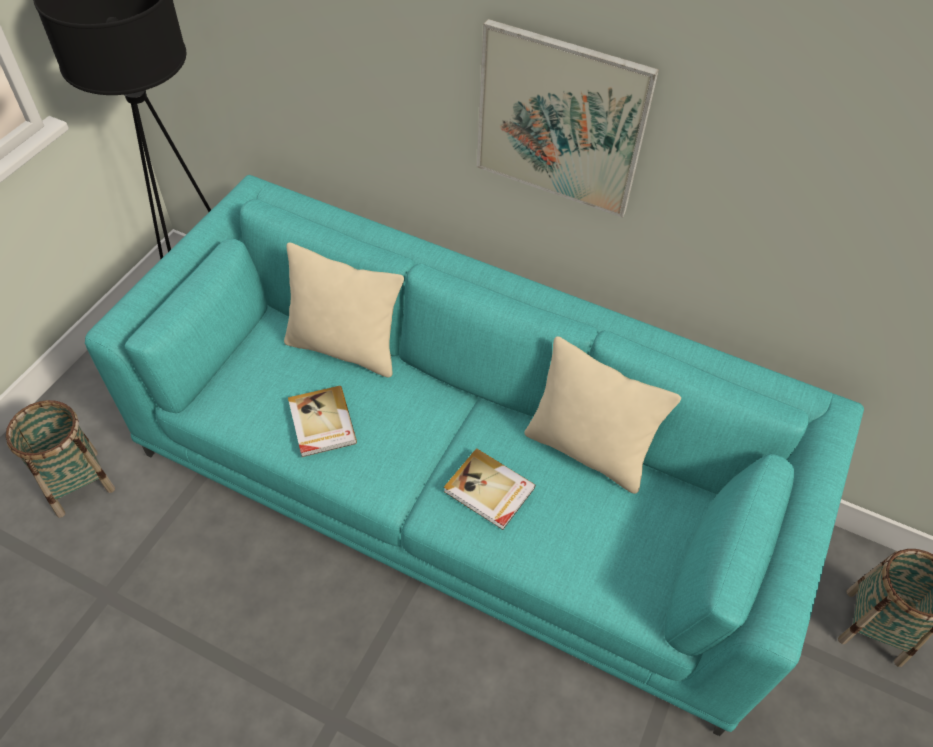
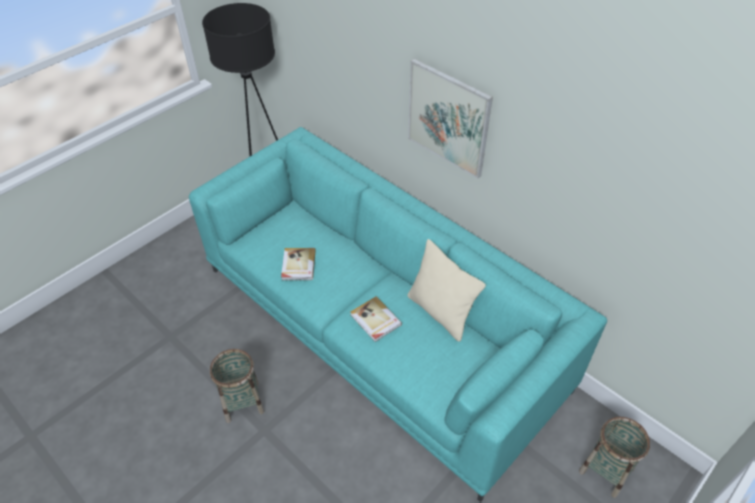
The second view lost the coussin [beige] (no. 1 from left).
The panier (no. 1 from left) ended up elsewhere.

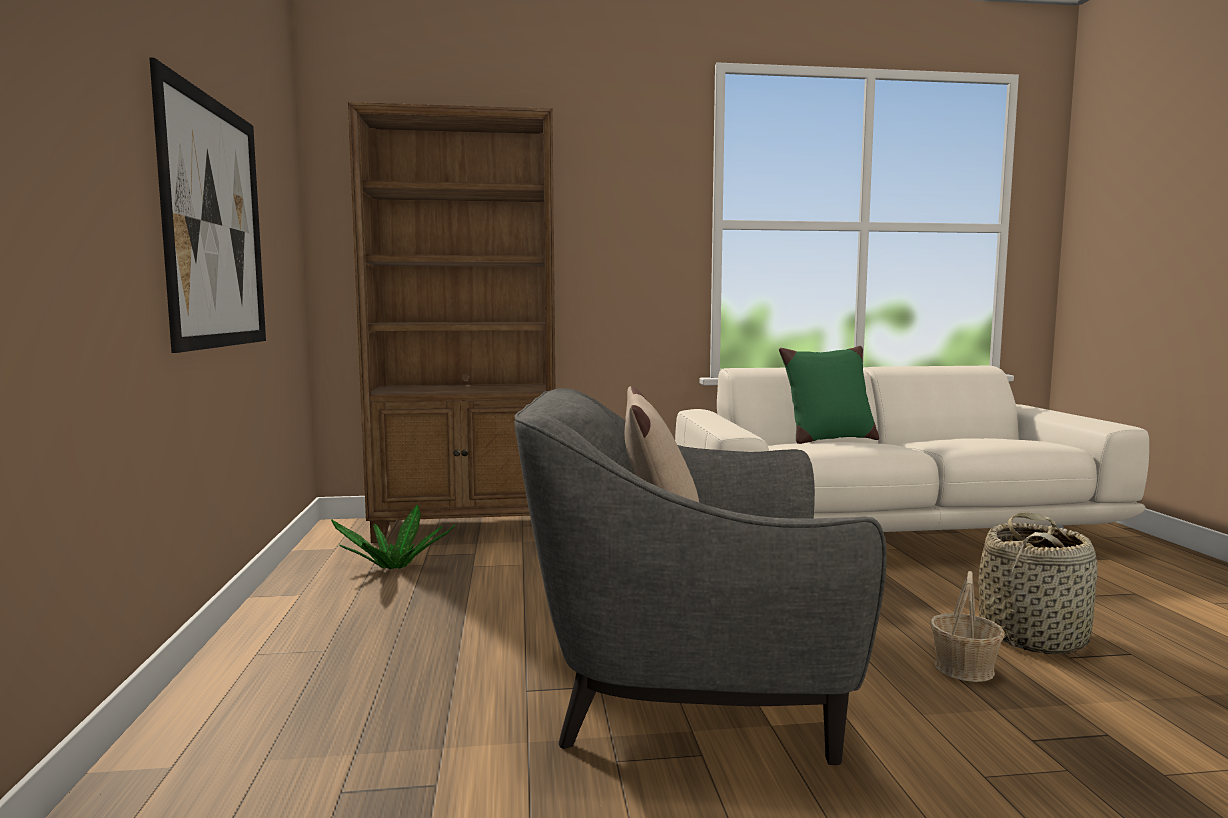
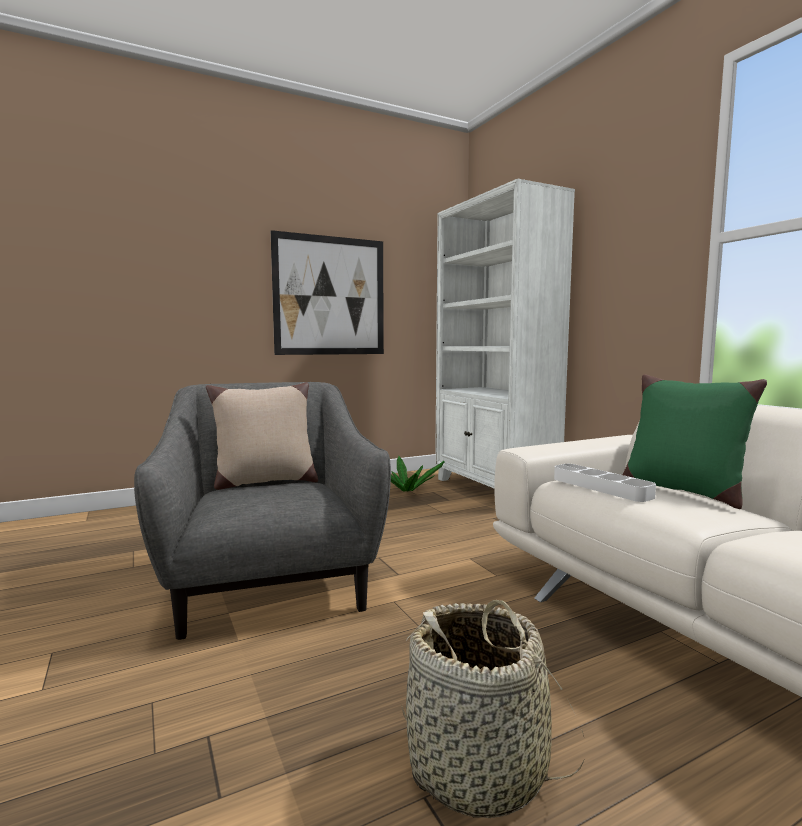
What was the bibliothèque [marron] turned into the bibliothèque [blanc].
The second view lost the panier (no. 1 from left).
The second view gained the plateau [blanc].

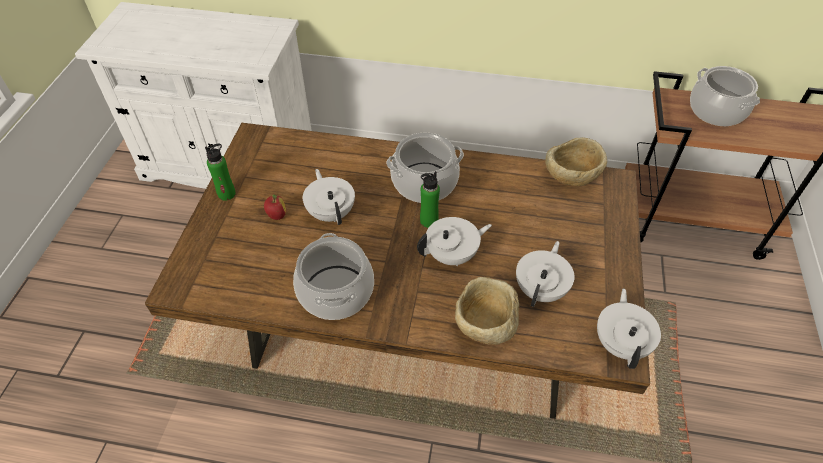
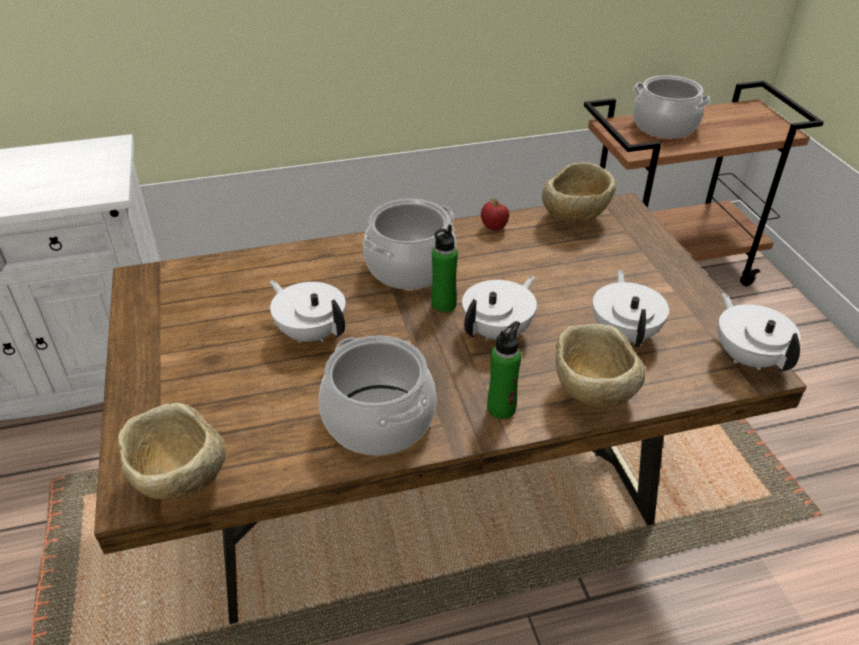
The bouteille [vert] (no. 1 from left in the first image) ended up elsewhere.
The pomme ended up elsewhere.
The second view gained the bol [beige] (no. 1 from left).

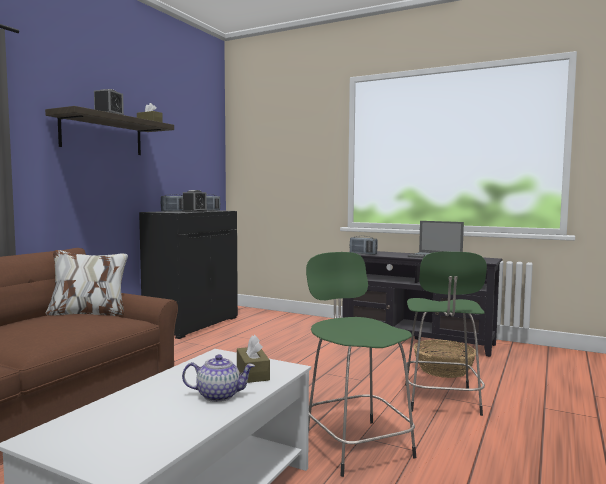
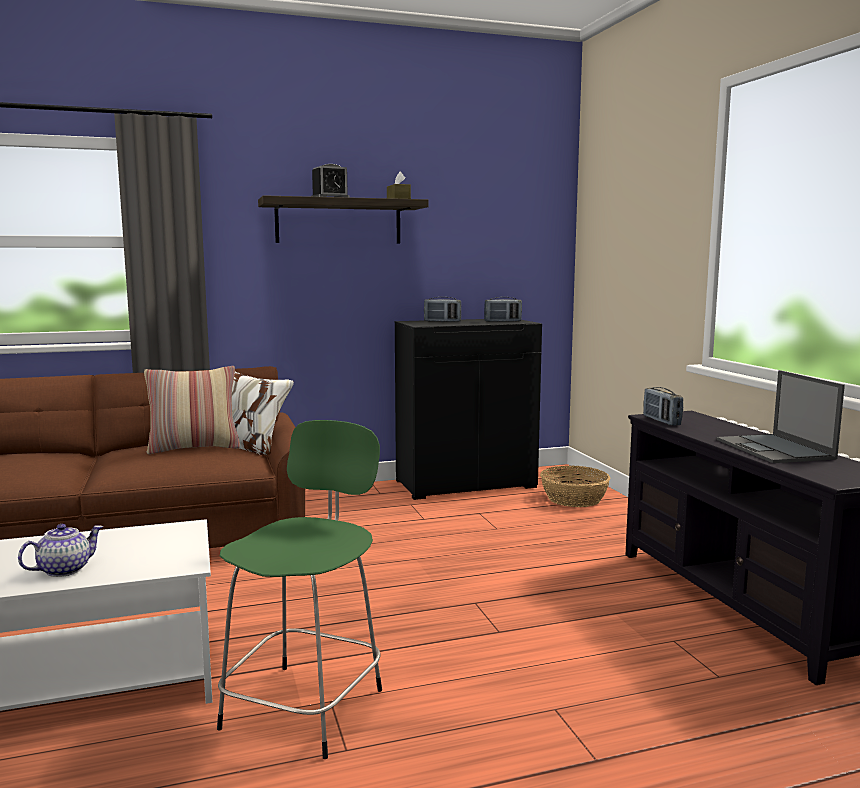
The second view lost the réveil (no. 2 from left).
The second view lost the tabouret [vert] (no. 2 from left).
The second view lost the boîte à mouchoirs [marron] (no. 2 from left).
The panier ended up elsewhere.
The théière ended up facing another way, 90 degrees counterclockwise from before.
The second view gained the coussin.

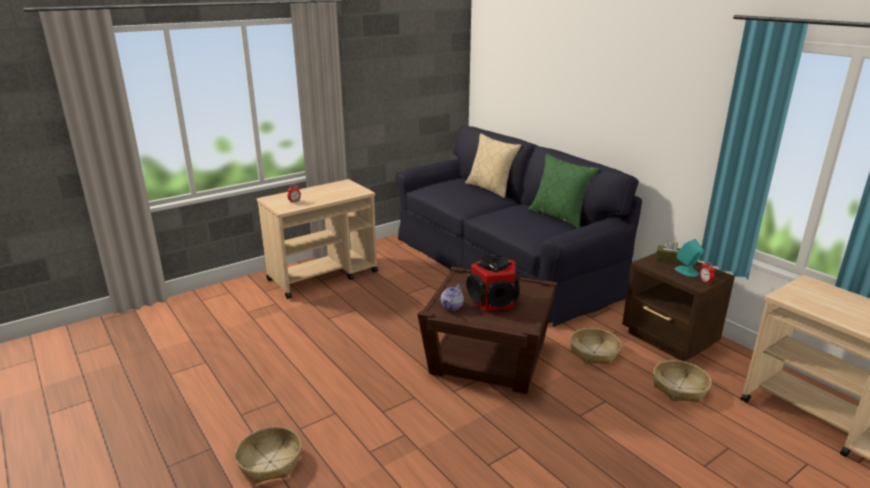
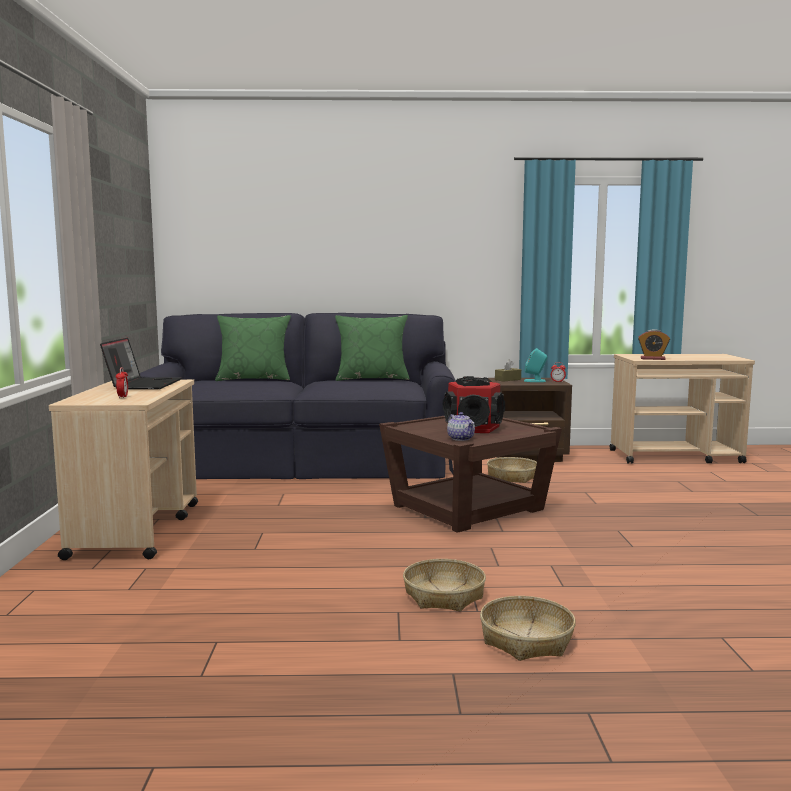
What was the coussin [beige] turned into the coussin [vert] (no. 1 from left).
The panier (no. 3 from left in the first image) ended up elsewhere.
The second view gained the réveil (no. 3 from left).
The second view gained the ordinateur portable.

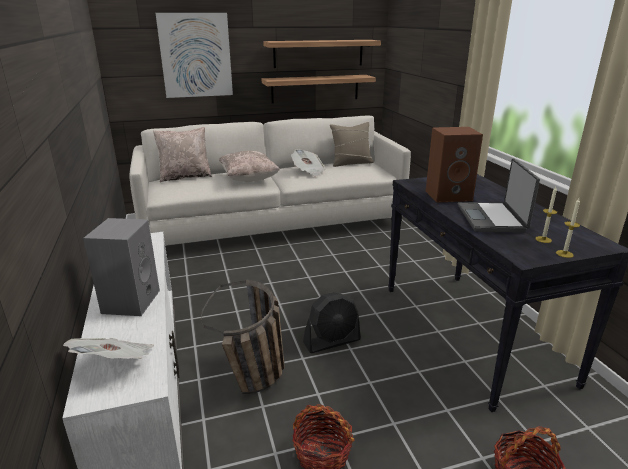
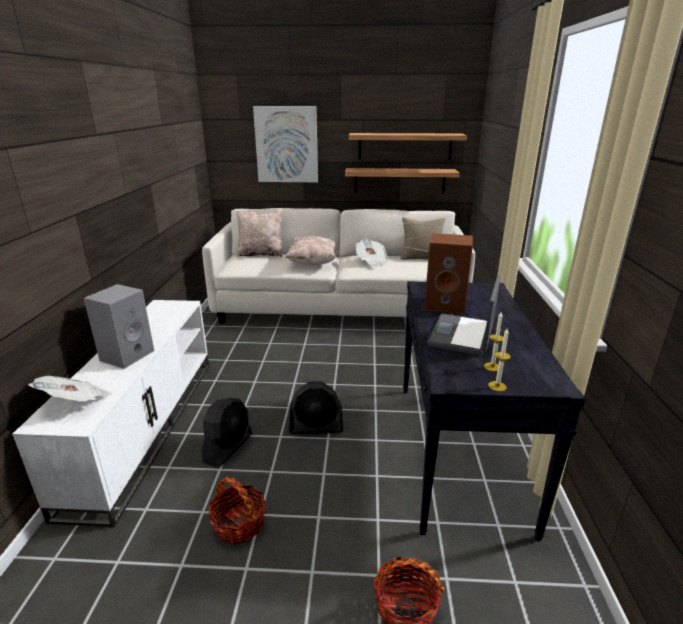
Where the panier (no. 1 from left) stood, the ventilateur [noir] (no. 1 from left) came to stand.

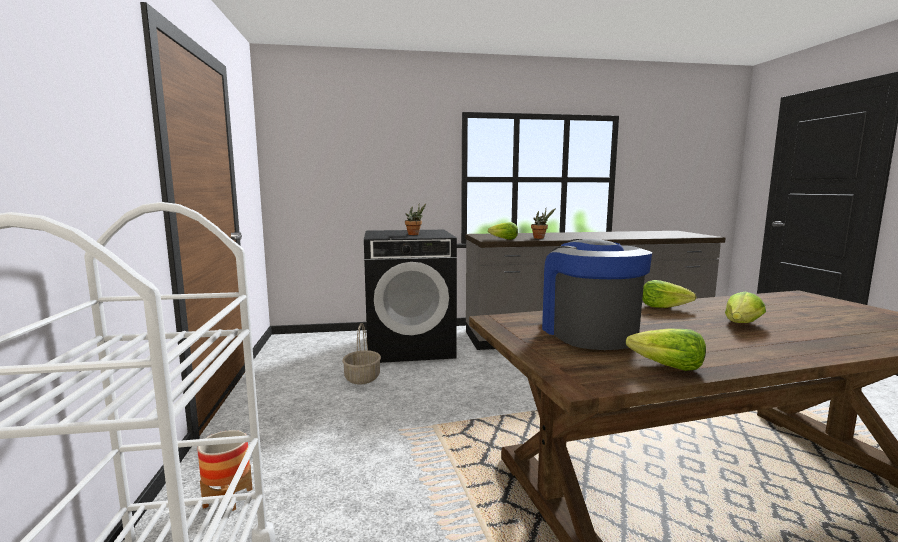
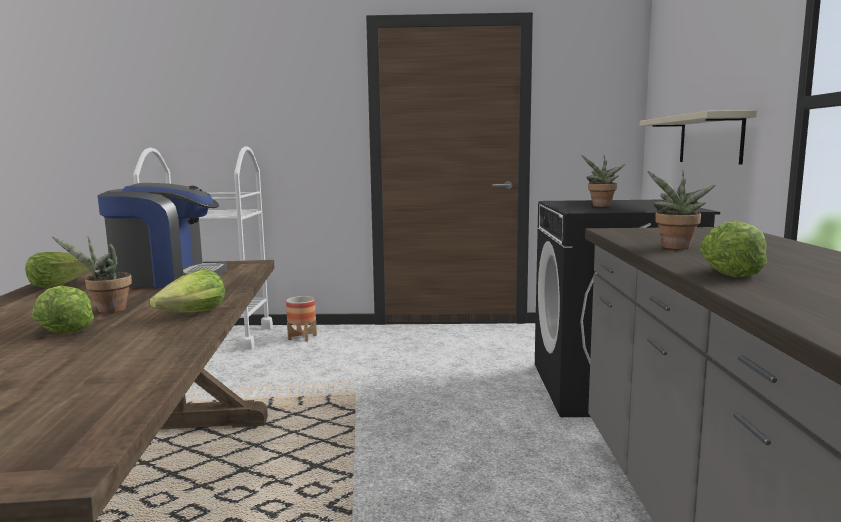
The laitue (no. 1 from left in the first image) ended up elsewhere.
The second view lost the panier.
The second view gained the étagère [beige].
The second view gained the plante en pot (no. 1 from left).

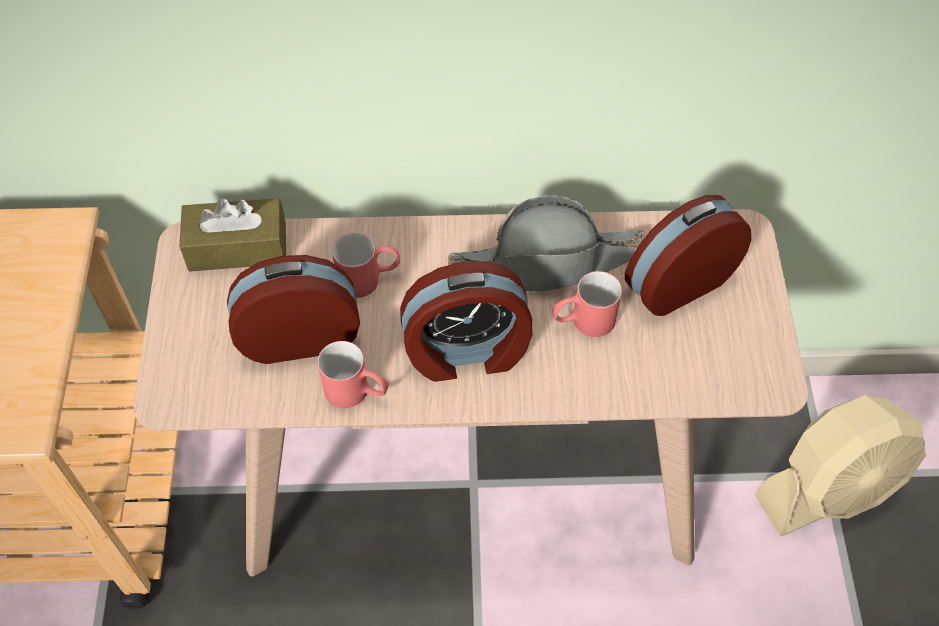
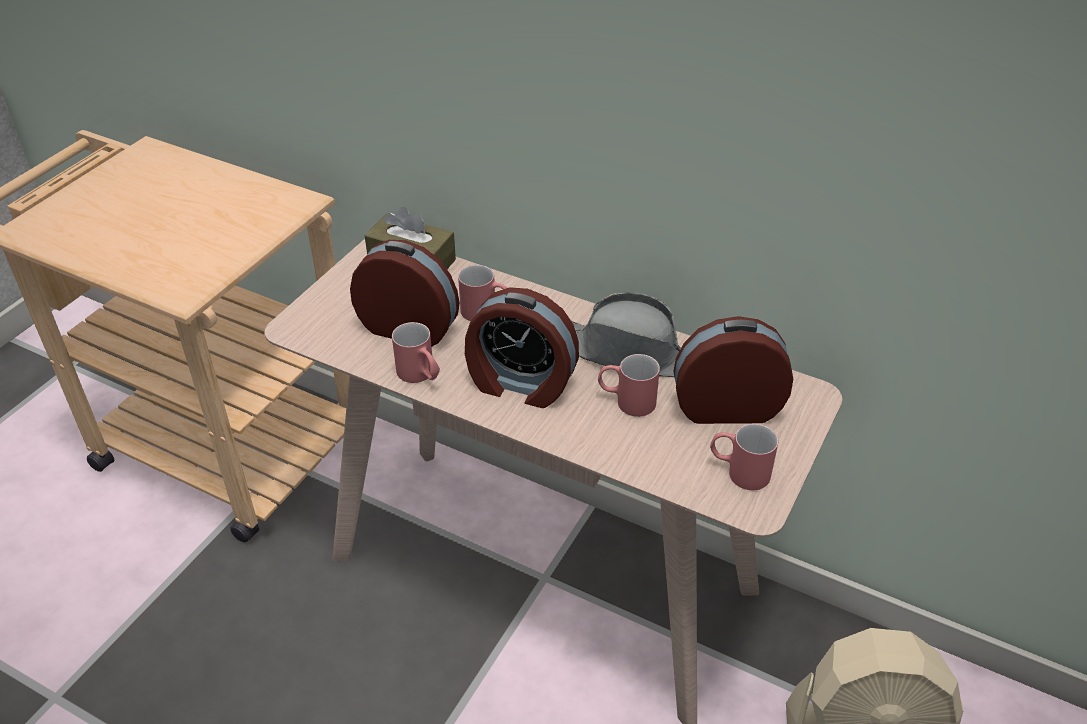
The second view gained the mug [rouge] (no. 4 from left).

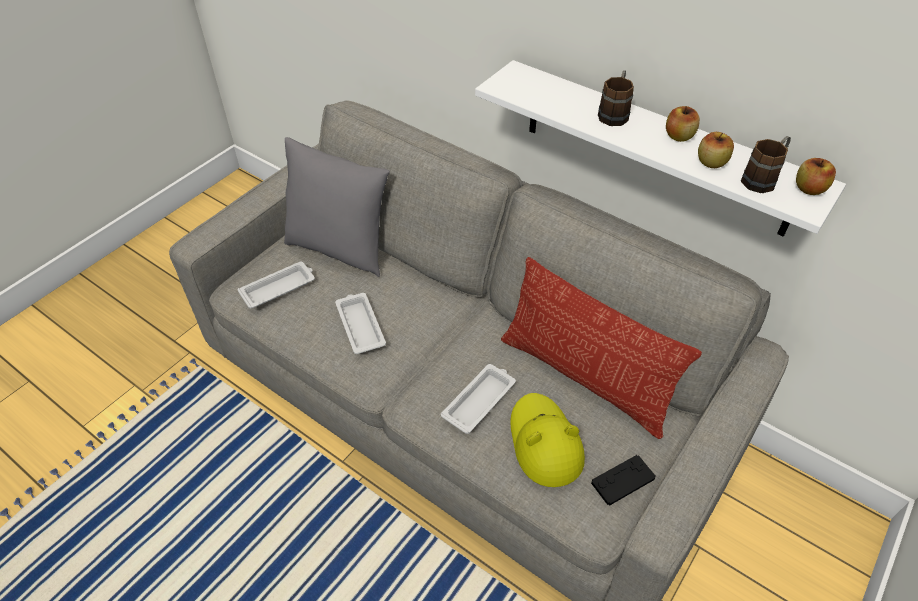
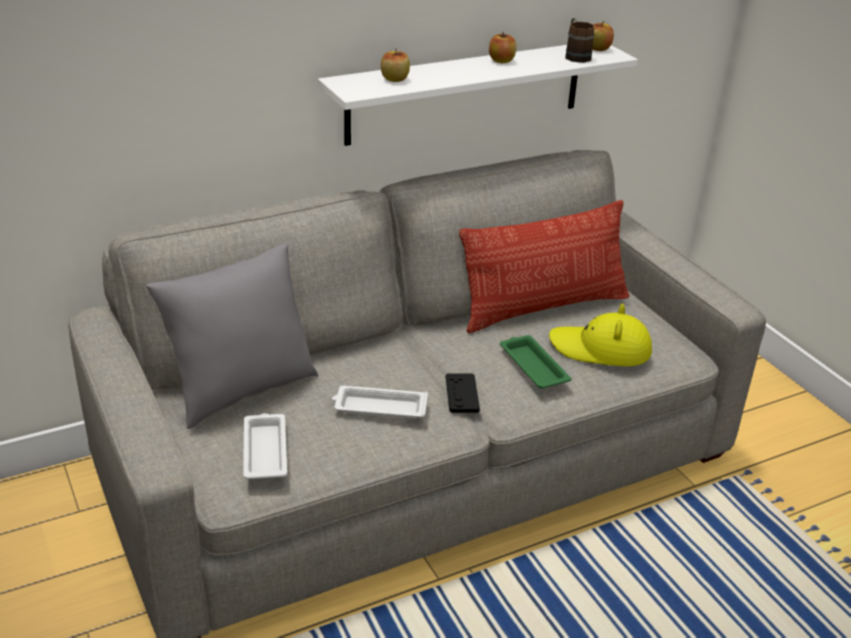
The second view lost the mug [marron] (no. 1 from left).
The pomme (no. 2 from left in the first image) ended up elsewhere.
What was the plateau [blanc] (no. 3 from left) turned into the plateau [vert].
The manette [noir] ended up elsewhere.

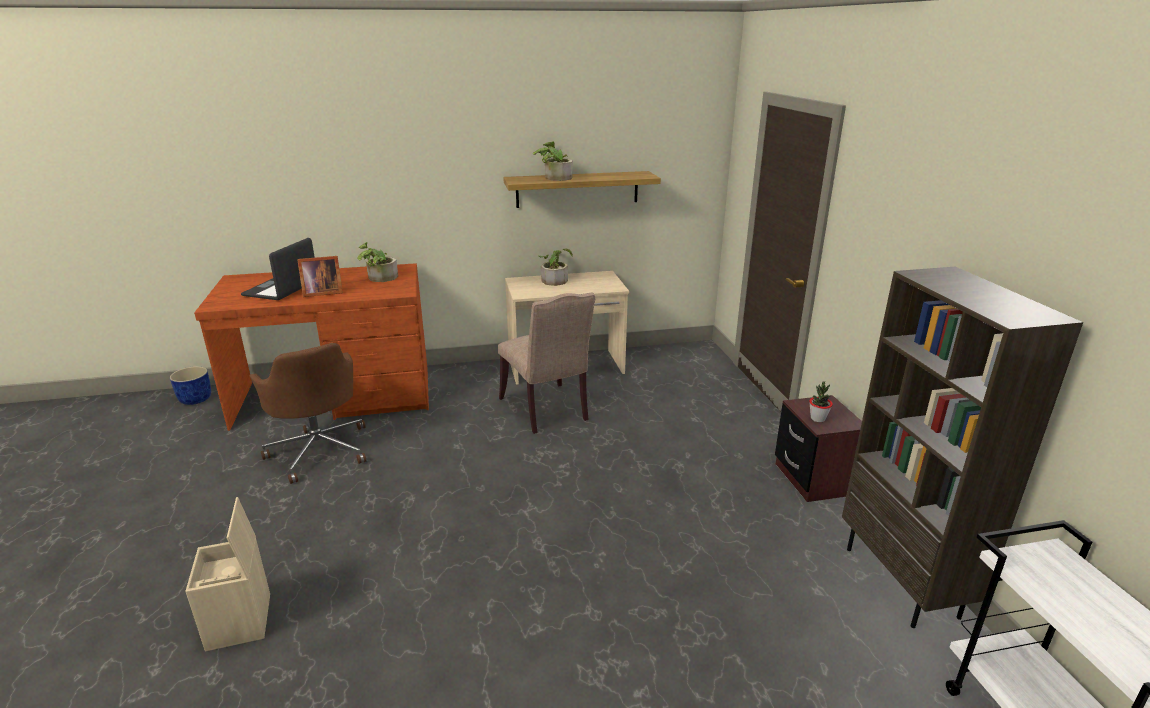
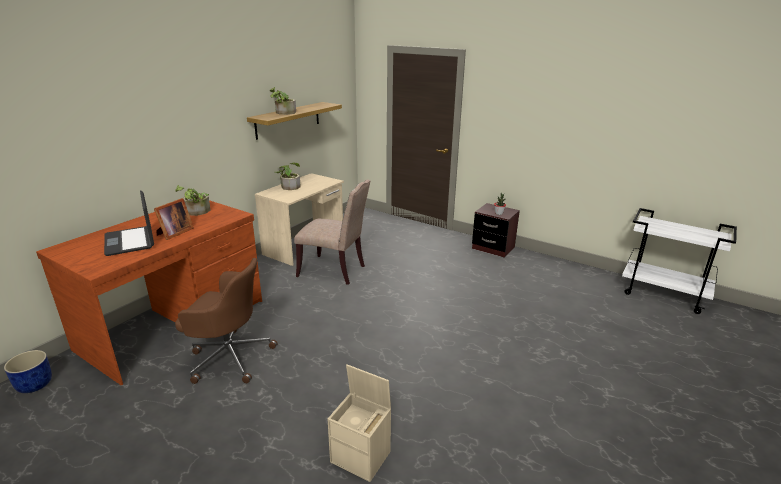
The second view lost the bibliothèque [marron].

